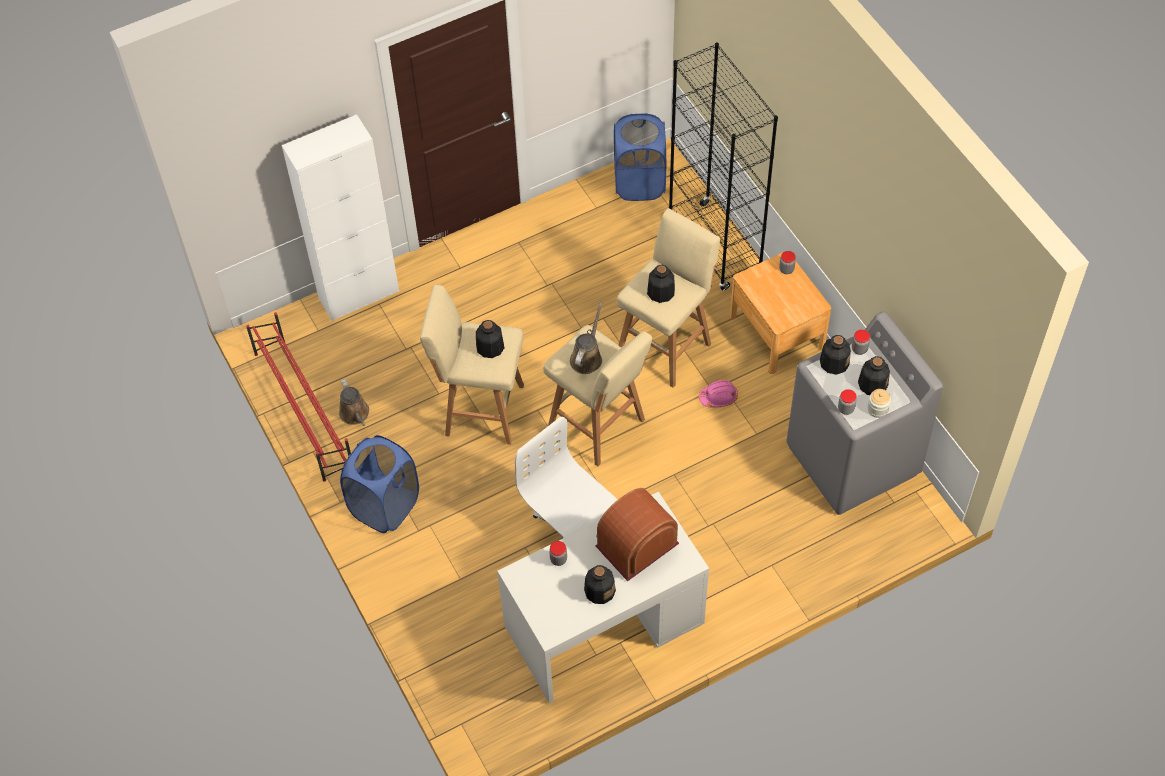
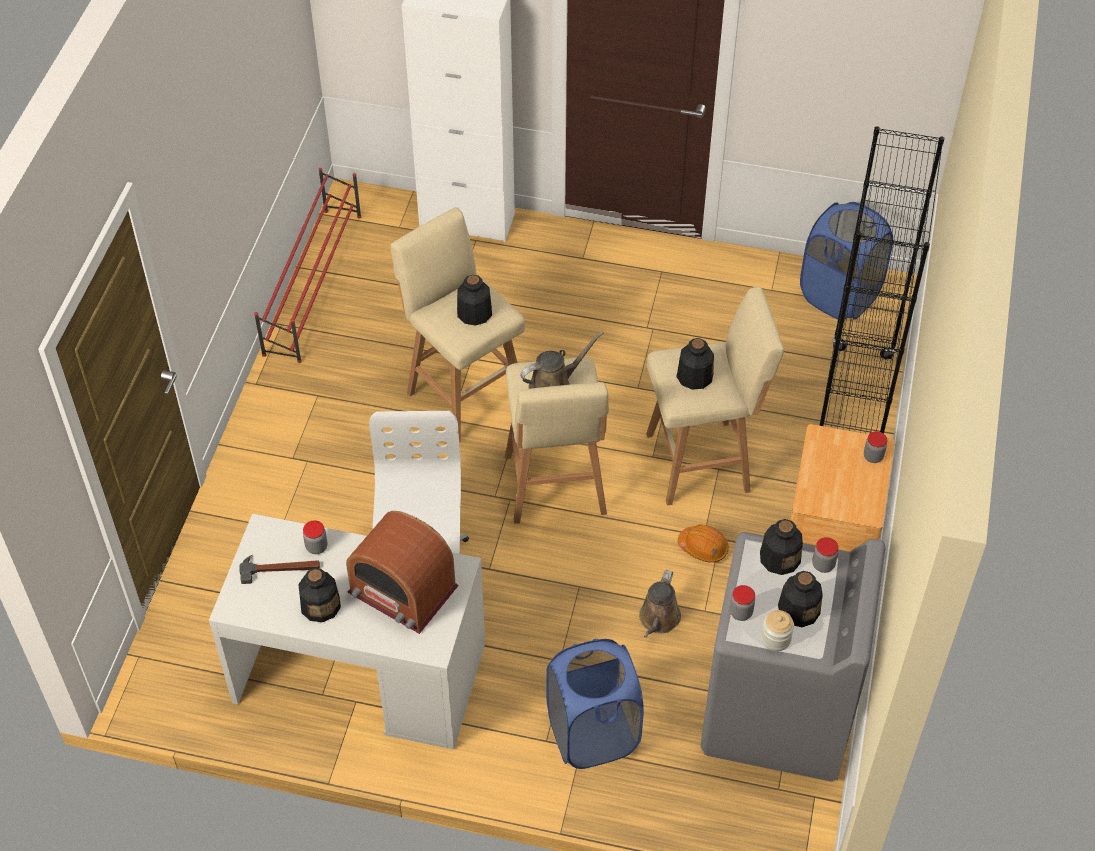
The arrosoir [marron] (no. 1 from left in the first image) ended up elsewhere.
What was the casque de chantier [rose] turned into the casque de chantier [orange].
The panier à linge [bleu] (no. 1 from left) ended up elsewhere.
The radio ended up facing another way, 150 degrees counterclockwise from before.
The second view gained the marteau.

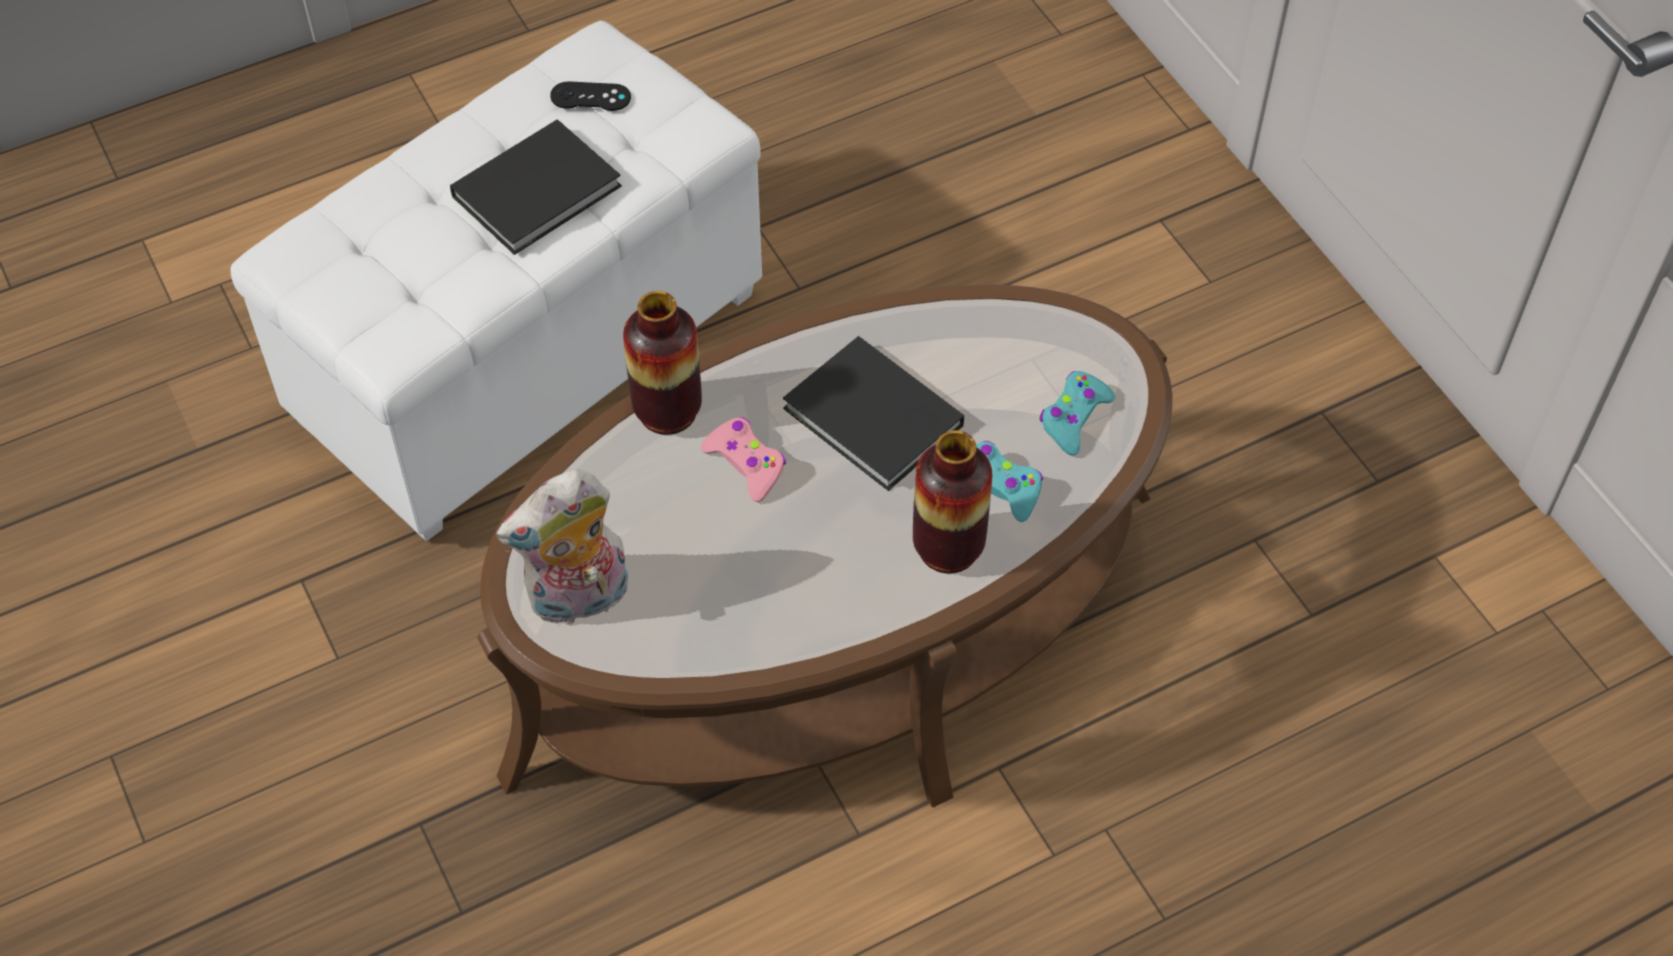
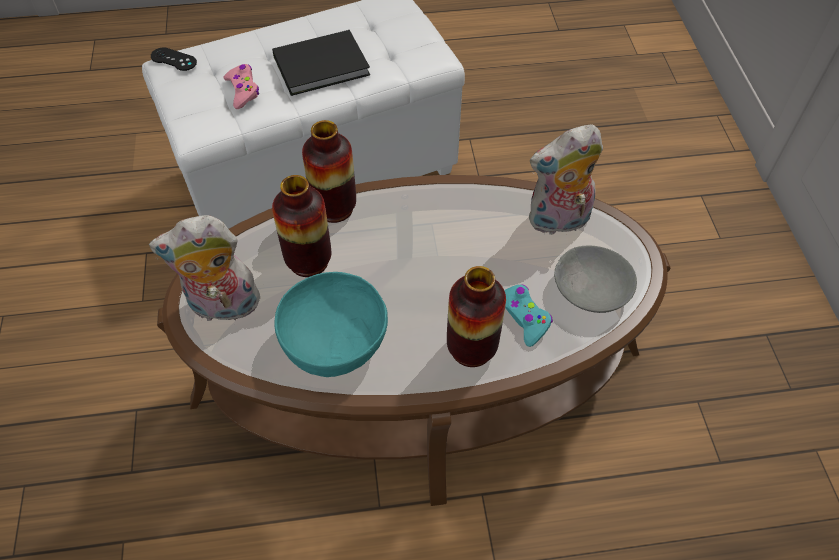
The manette [noir] ended up elsewhere.
The second view lost the livre [noir] (no. 2 from left).
Where the manette [turquoise] (no. 2 from left) stood, the bol [gris] came to stand.
The manette [rose] ended up elsewhere.
The second view gained the peluche (no. 2 from left).
The second view gained the vase (no. 1 from left).
The second view gained the bol [turquoise].

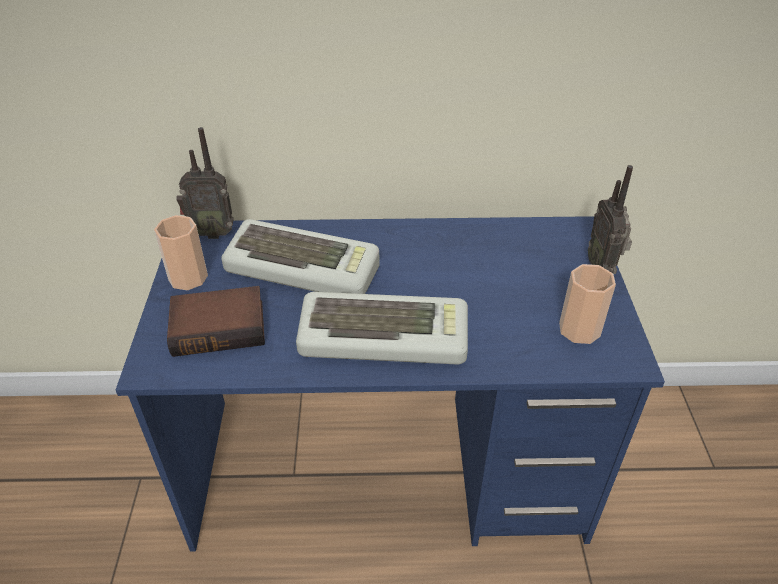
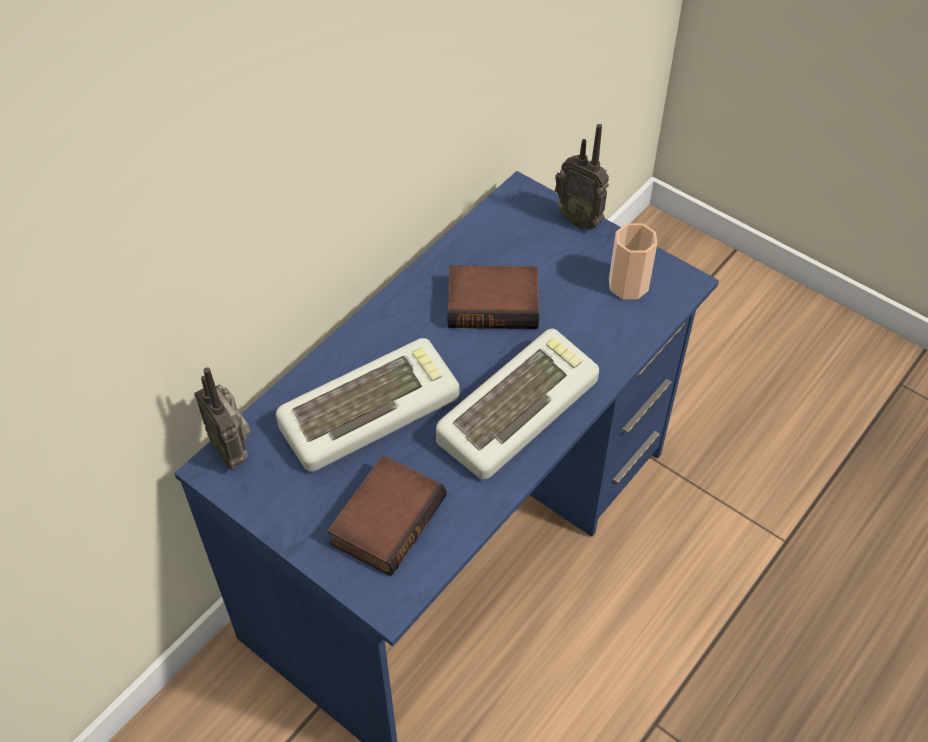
The radio (no. 1 from left) ended up facing another way, 105 degrees clockwise from before.
The second view lost the tasse (no. 1 from left).
The second view gained the livre (no. 2 from left).

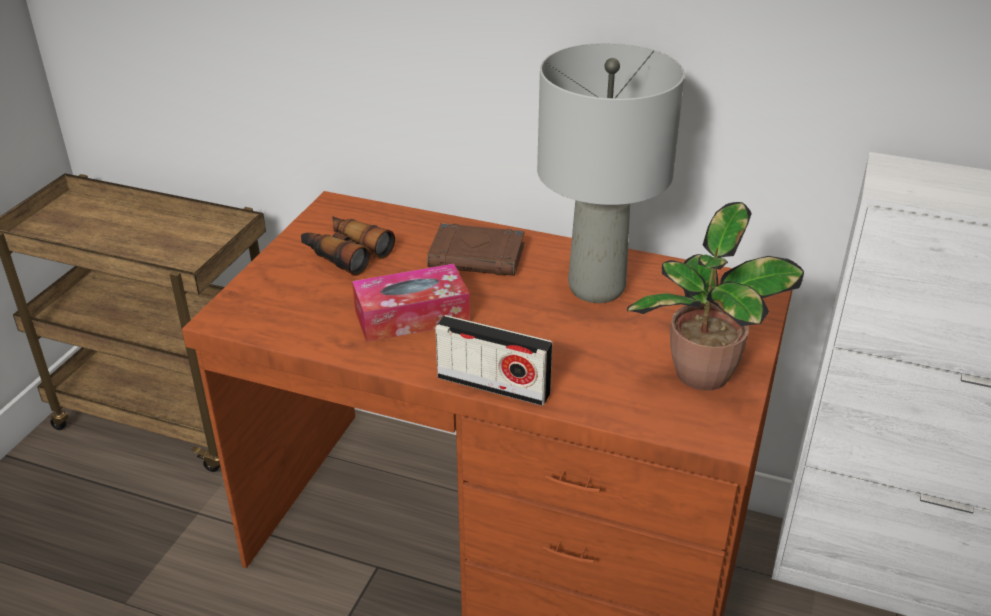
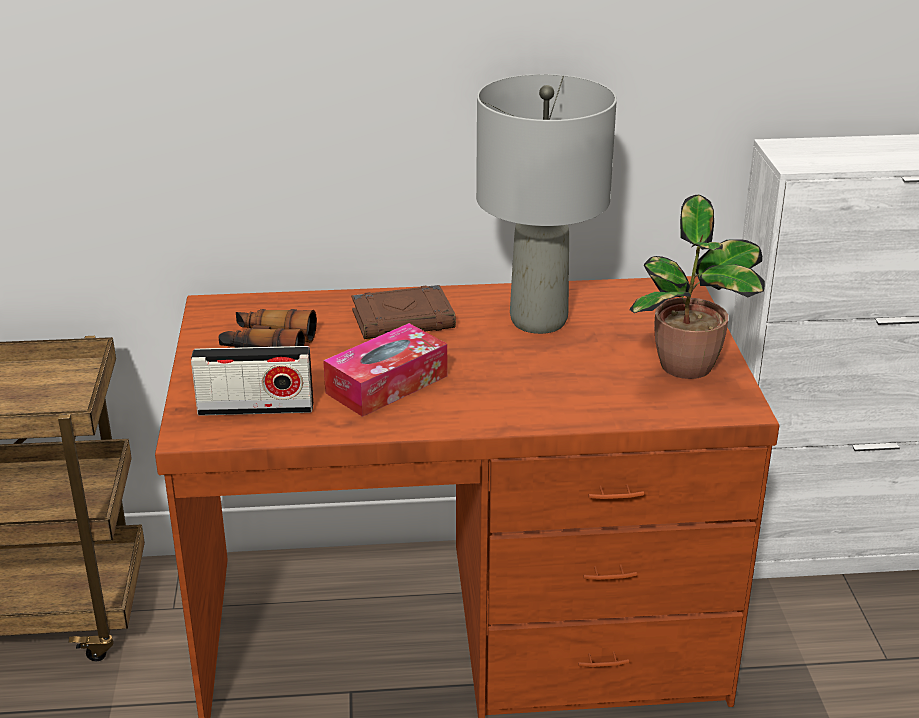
The radio ended up elsewhere.

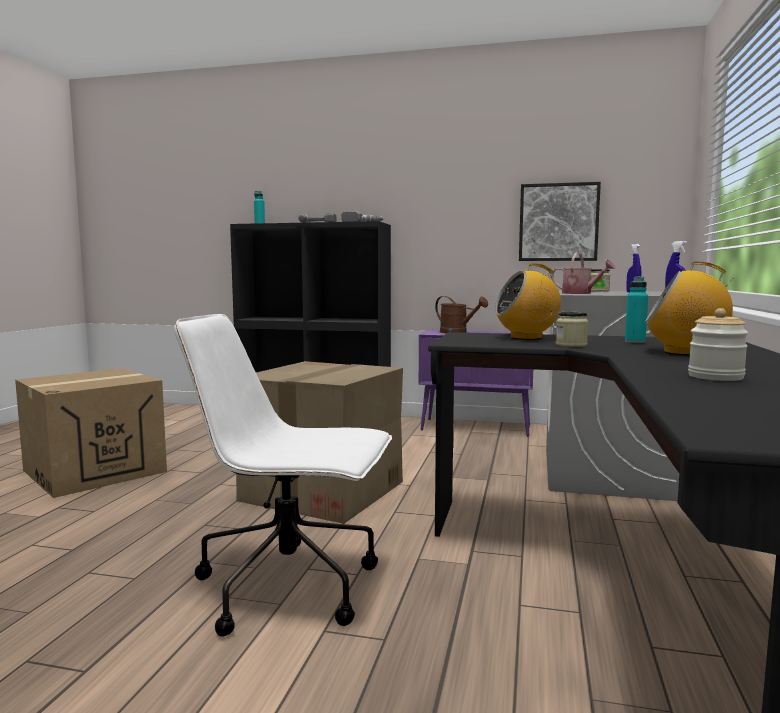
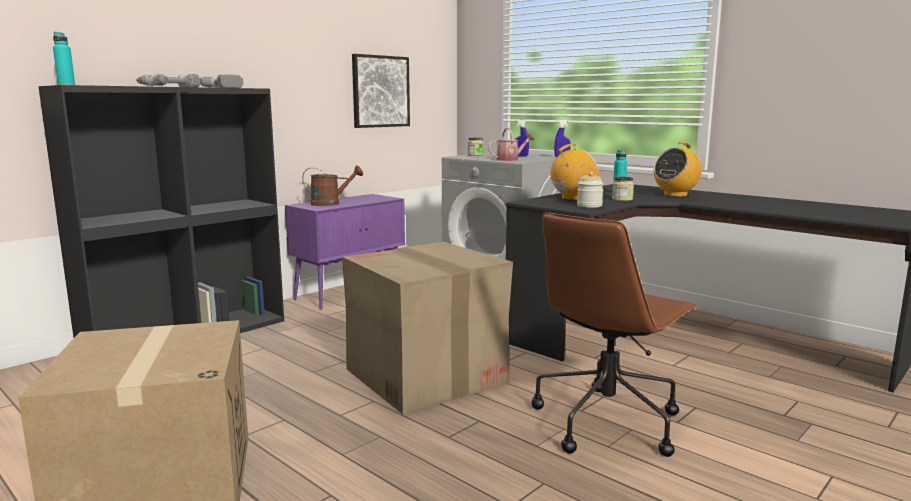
The radio (no. 1 from left) ended up facing another way, 135 degrees counterclockwise from before.
The bocal (no. 3 from left in the first image) ended up elsewhere.
What was the chaise de bureau [blanc] turned into the chaise de bureau [marron].

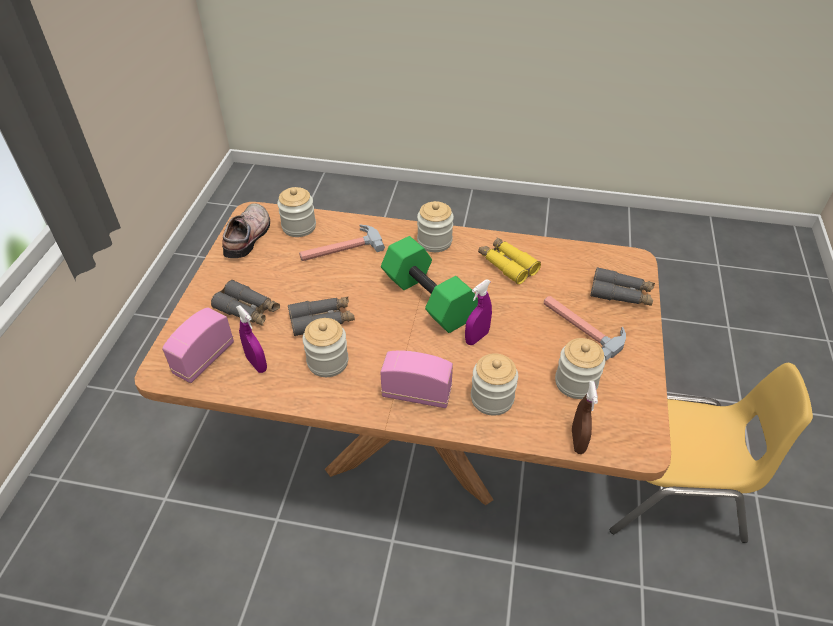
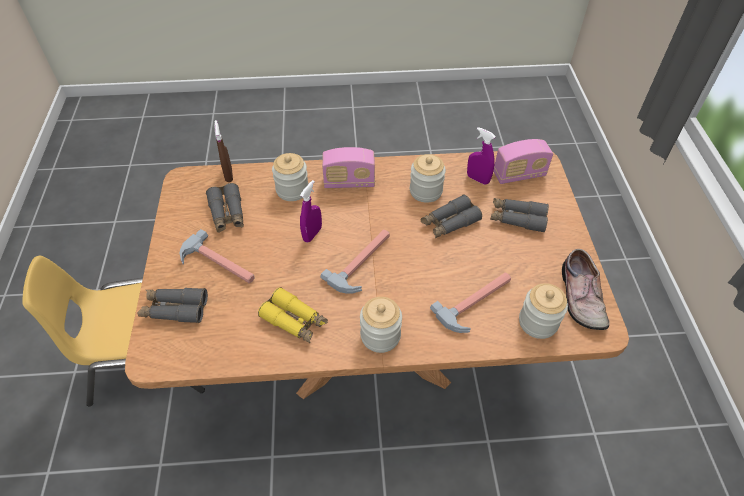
Where the haltère [vert] stood, the marteau (no. 2 from left) came to stand.
The radio (no. 1 from left in the first image) ended up facing another way, 60 degrees clockwise from before.
Where the bocal (no. 5 from left) stood, the jumelles [gris] (no. 2 from left) came to stand.

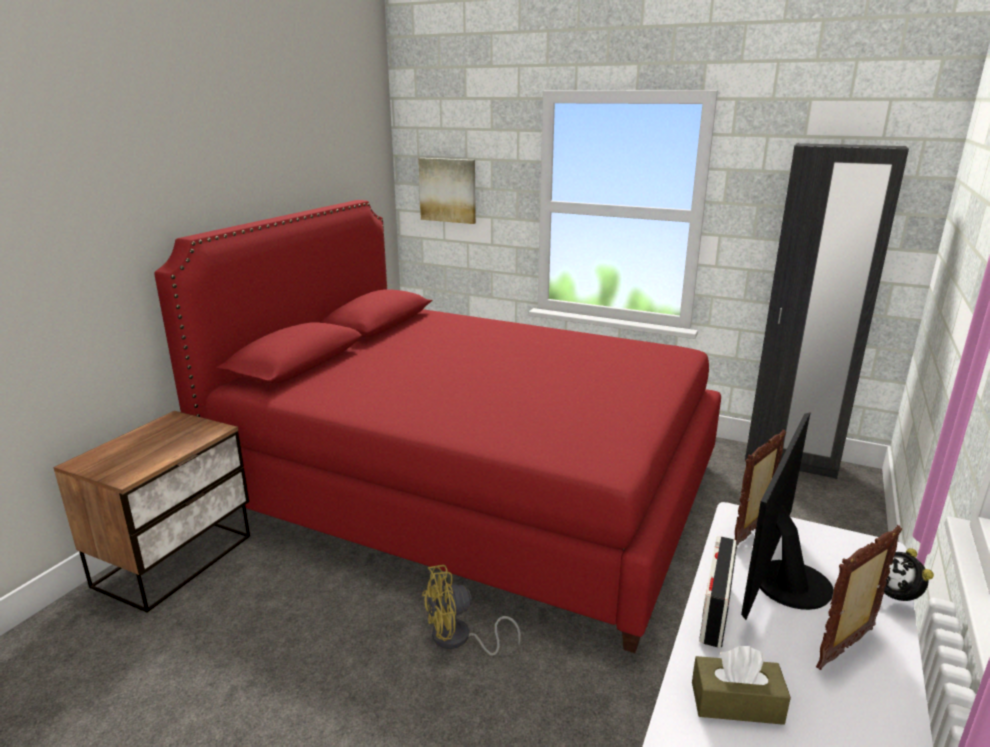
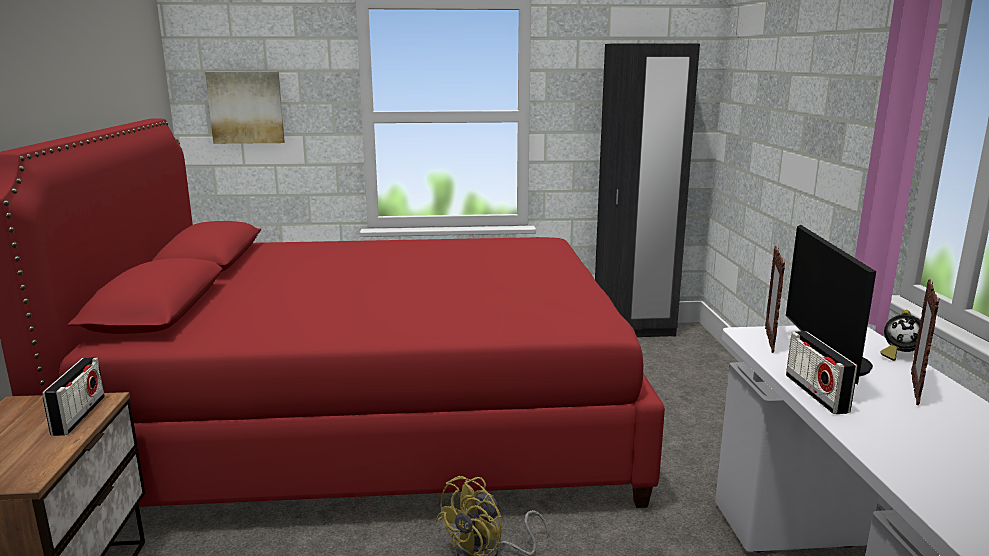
The second view lost the boîte à mouchoirs [marron].
The second view gained the radio (no. 1 from left).

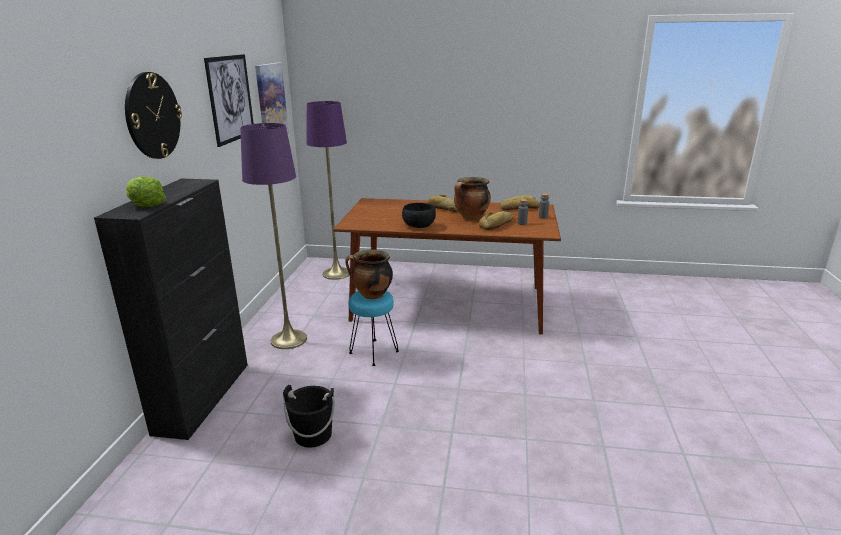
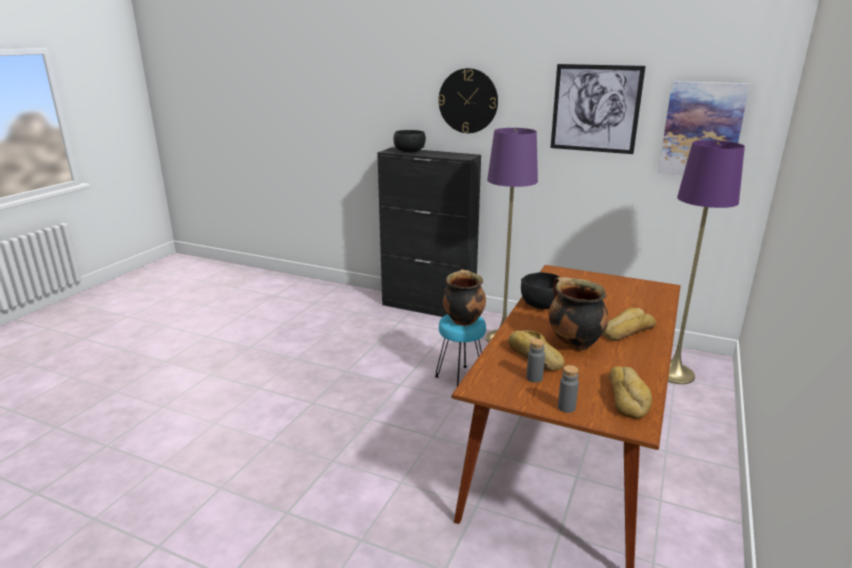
Where the laitue stood, the bol [noir] (no. 1 from left) came to stand.
The second view lost the seau [noir].

